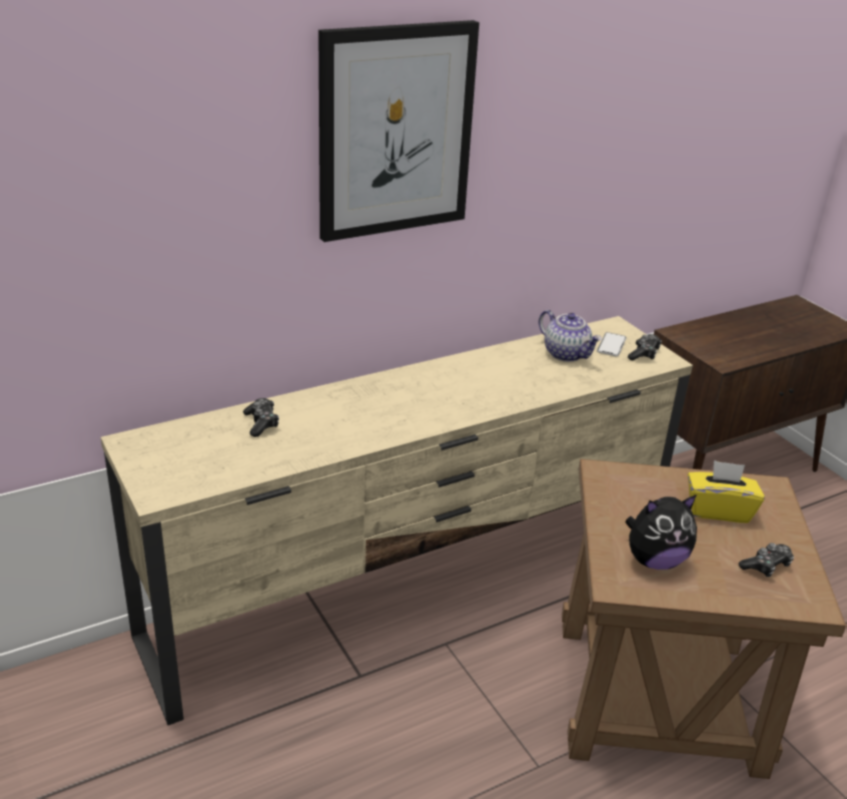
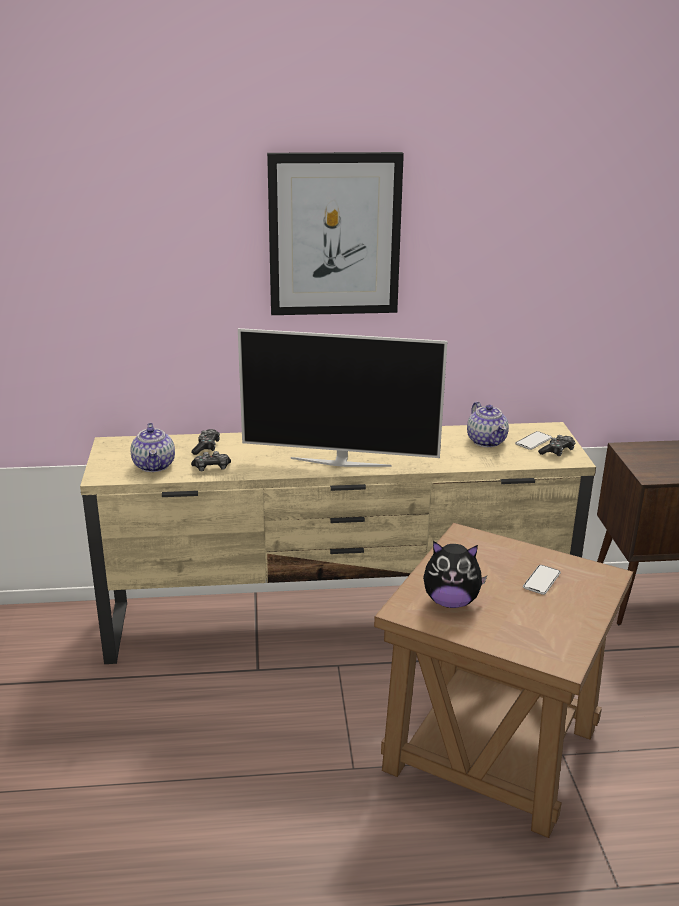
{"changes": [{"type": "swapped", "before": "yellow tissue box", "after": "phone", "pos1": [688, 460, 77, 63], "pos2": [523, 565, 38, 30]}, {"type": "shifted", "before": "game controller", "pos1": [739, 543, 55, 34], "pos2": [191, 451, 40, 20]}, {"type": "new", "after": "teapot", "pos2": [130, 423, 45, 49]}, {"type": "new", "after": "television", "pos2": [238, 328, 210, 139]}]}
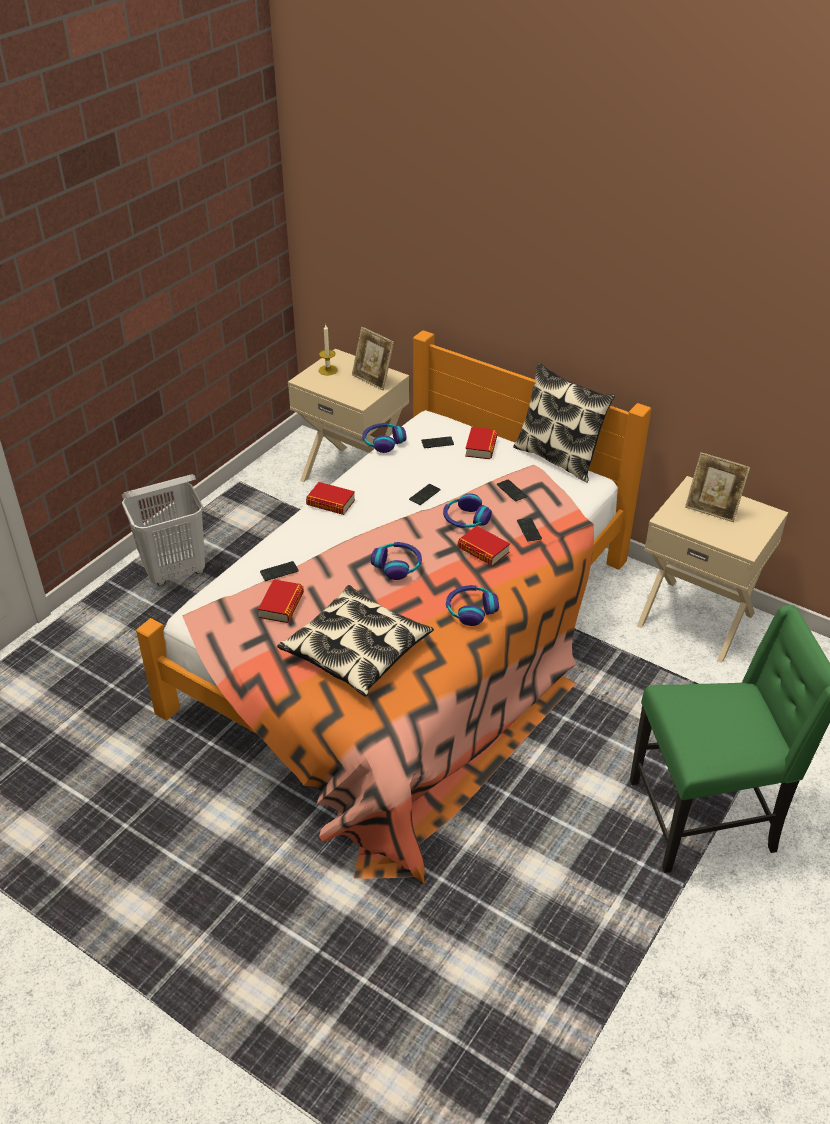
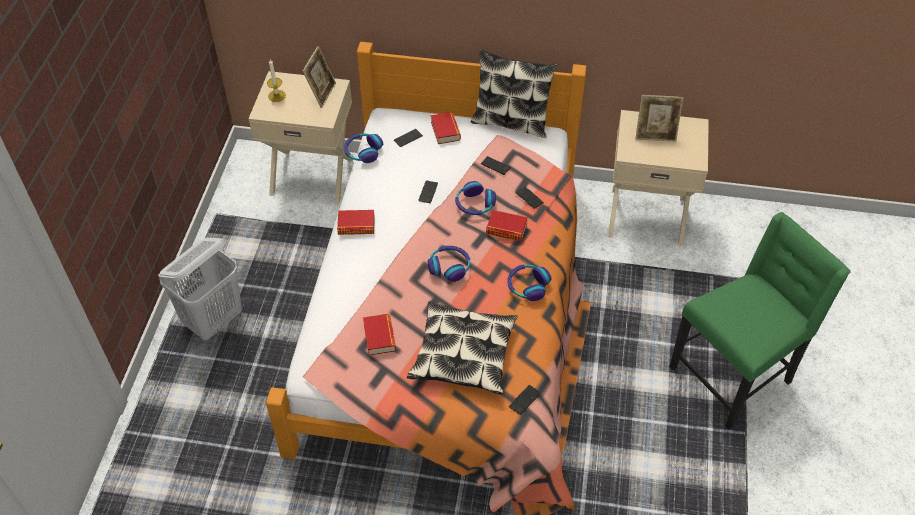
{"changes": [{"type": "shifted", "before": "phone", "pos1": [260, 561, 39, 20], "pos2": [509, 385, 32, 30]}, {"type": "rotated", "before": "picture frame", "pos1": [352, 327, 42, 63], "pos2": [303, 46, 33, 62], "turn": -90}]}
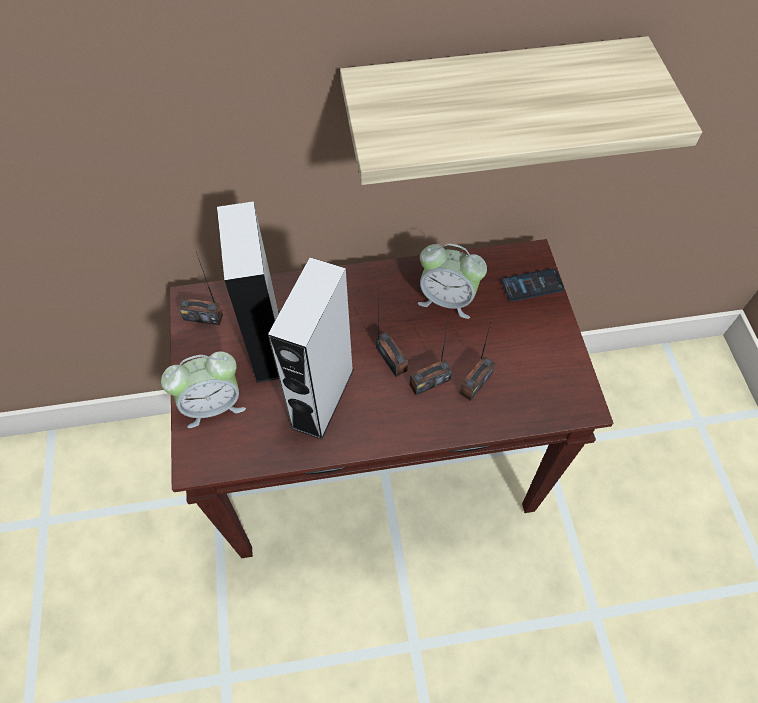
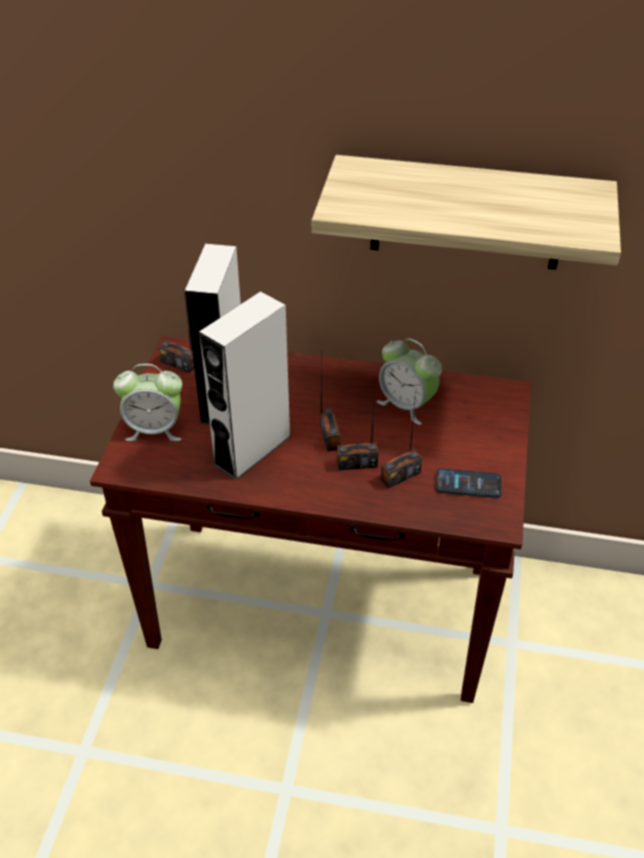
{"changes": [{"type": "shifted", "before": "phone", "pos1": [501, 268, 63, 33], "pos2": [436, 468, 66, 30]}]}
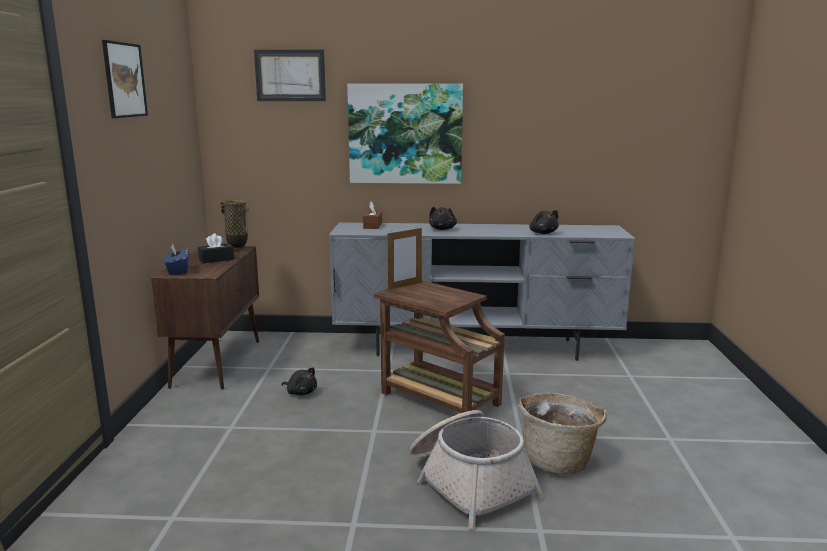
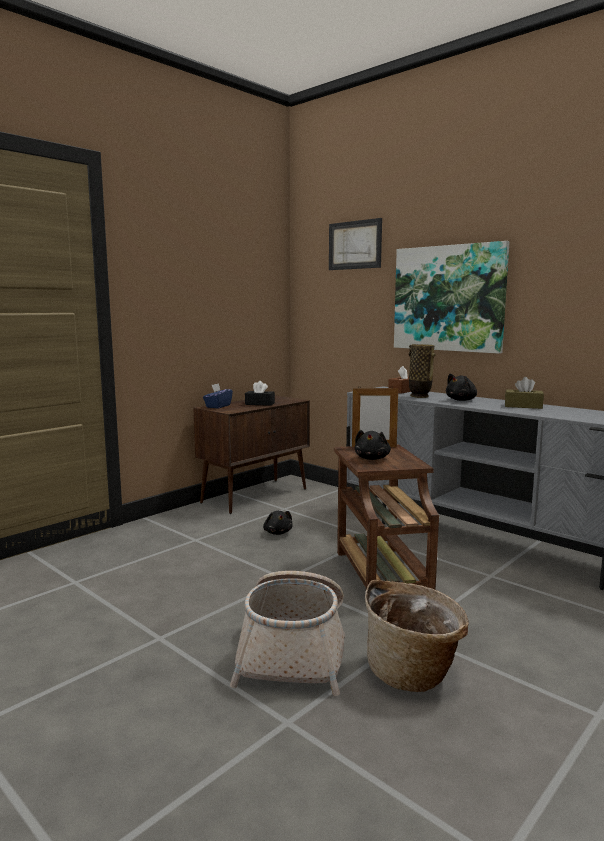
{"changes": [{"type": "gone", "before": "picture", "pos1": [102, 40, 46, 78]}, {"type": "shifted", "before": "vase", "pos1": [221, 200, 28, 50], "pos2": [409, 344, 27, 54]}, {"type": "shifted", "before": "black plush toy", "pos1": [529, 210, 30, 24], "pos2": [355, 430, 36, 30]}, {"type": "new", "after": "brown tissue box", "pos2": [505, 377, 39, 32]}]}
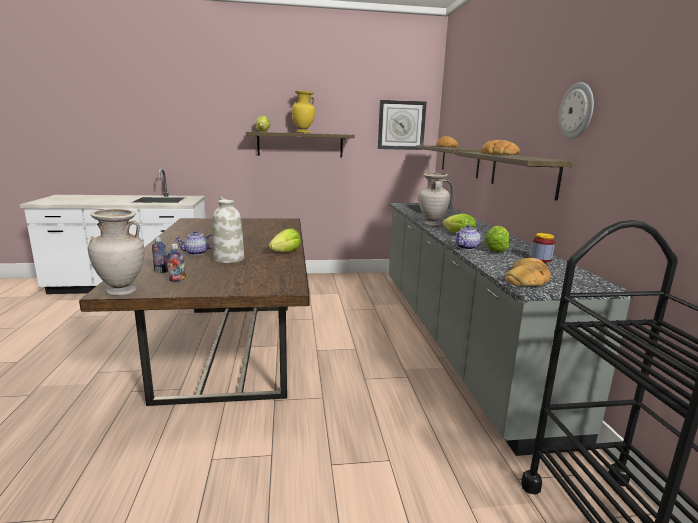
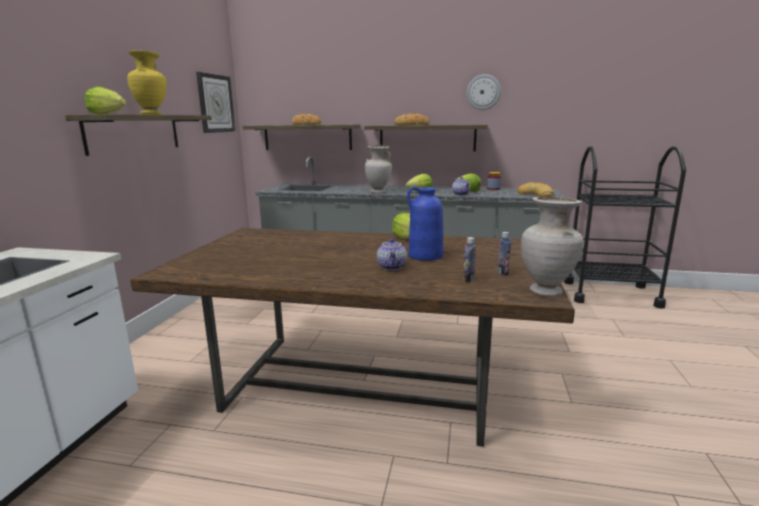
{"changes": [{"type": "repainted", "before": "white vase", "after": "blue vase", "pos1": [213, 197, 31, 66], "pos2": [407, 186, 36, 75]}]}
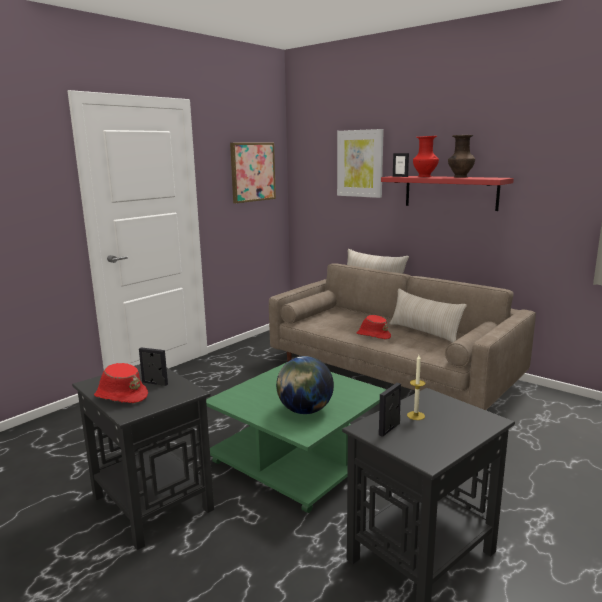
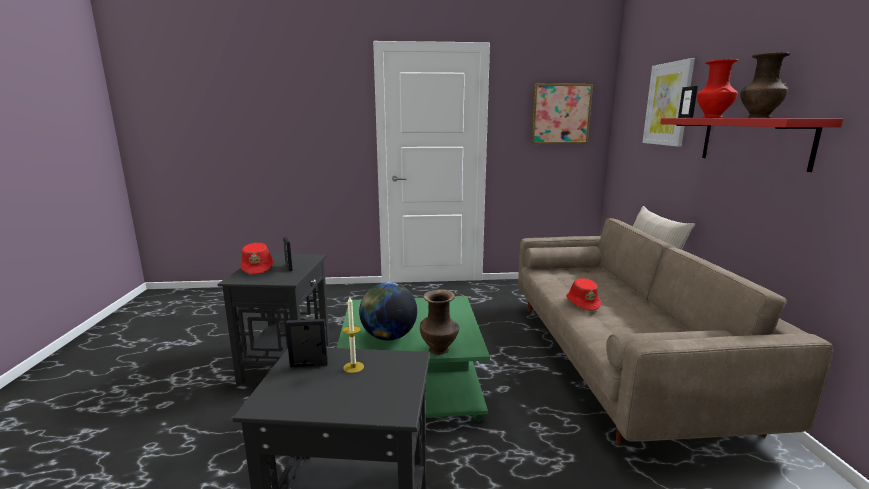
{"changes": [{"type": "gone", "before": "beige pillow", "pos1": [389, 288, 78, 55]}, {"type": "new", "after": "brown vase", "pos2": [420, 290, 39, 65]}]}
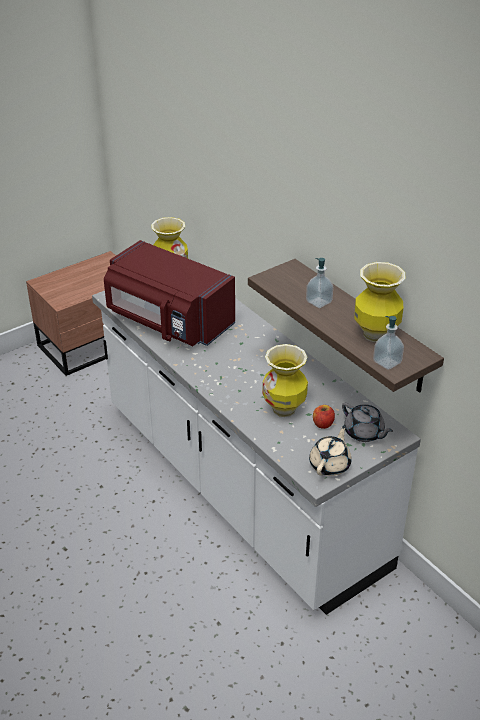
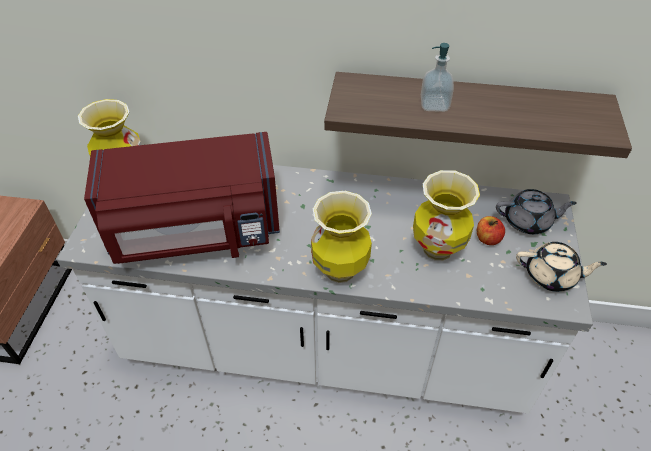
{"changes": [{"type": "rotated", "before": "beige teapot", "pos1": [309, 425, 43, 51], "pos2": [516, 242, 91, 50], "turn": 120}, {"type": "shifted", "before": "vase", "pos1": [354, 262, 52, 80], "pos2": [311, 191, 61, 92]}, {"type": "gone", "before": "soap dispenser", "pos1": [373, 316, 31, 54]}]}
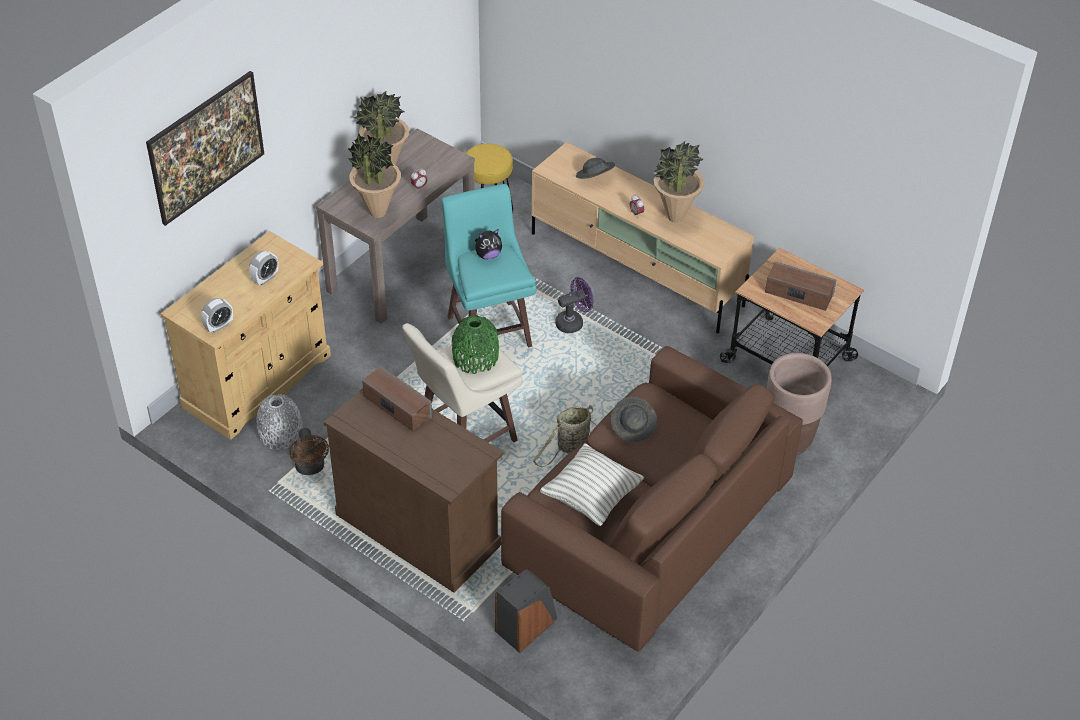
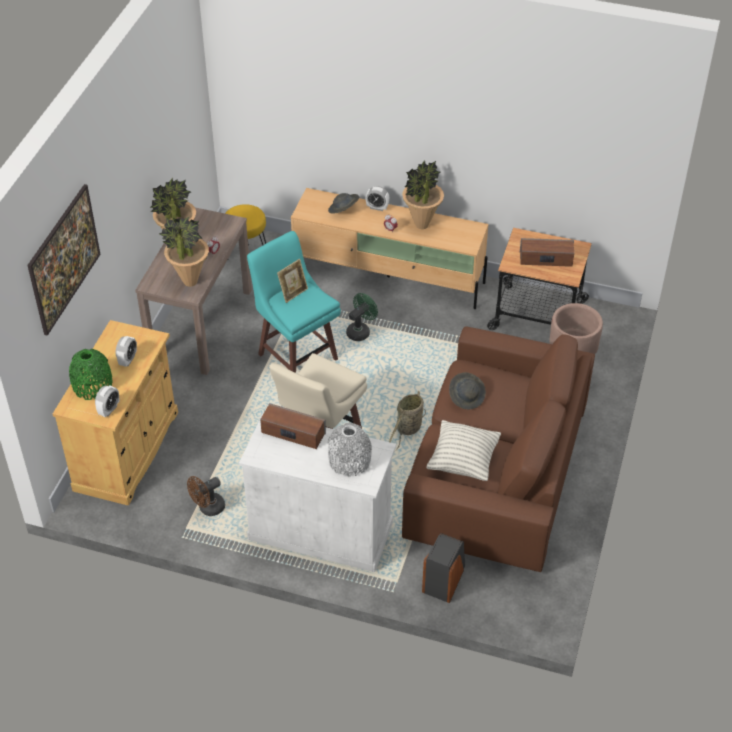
{"changes": [{"type": "shifted", "before": "grey vase", "pos1": [256, 394, 47, 56], "pos2": [328, 423, 44, 54]}, {"type": "rotated", "before": "brown fan", "pos1": [289, 428, 40, 47], "pos2": [187, 476, 38, 40], "turn": 90}, {"type": "repainted", "before": "brown cabinet", "after": "white cabinet", "pos1": [324, 388, 179, 205], "pos2": [239, 413, 157, 159]}, {"type": "shifted", "before": "green vase", "pos1": [452, 315, 47, 59], "pos2": [69, 349, 44, 51]}, {"type": "swapped", "before": "plush toy", "after": "picture frame", "pos1": [475, 229, 27, 31], "pos2": [277, 259, 31, 44]}, {"type": "repainted", "before": "purple fan", "after": "green fan", "pos1": [555, 277, 38, 56], "pos2": [346, 293, 32, 48]}, {"type": "new", "after": "alarm clock", "pos2": [366, 186, 23, 25]}]}
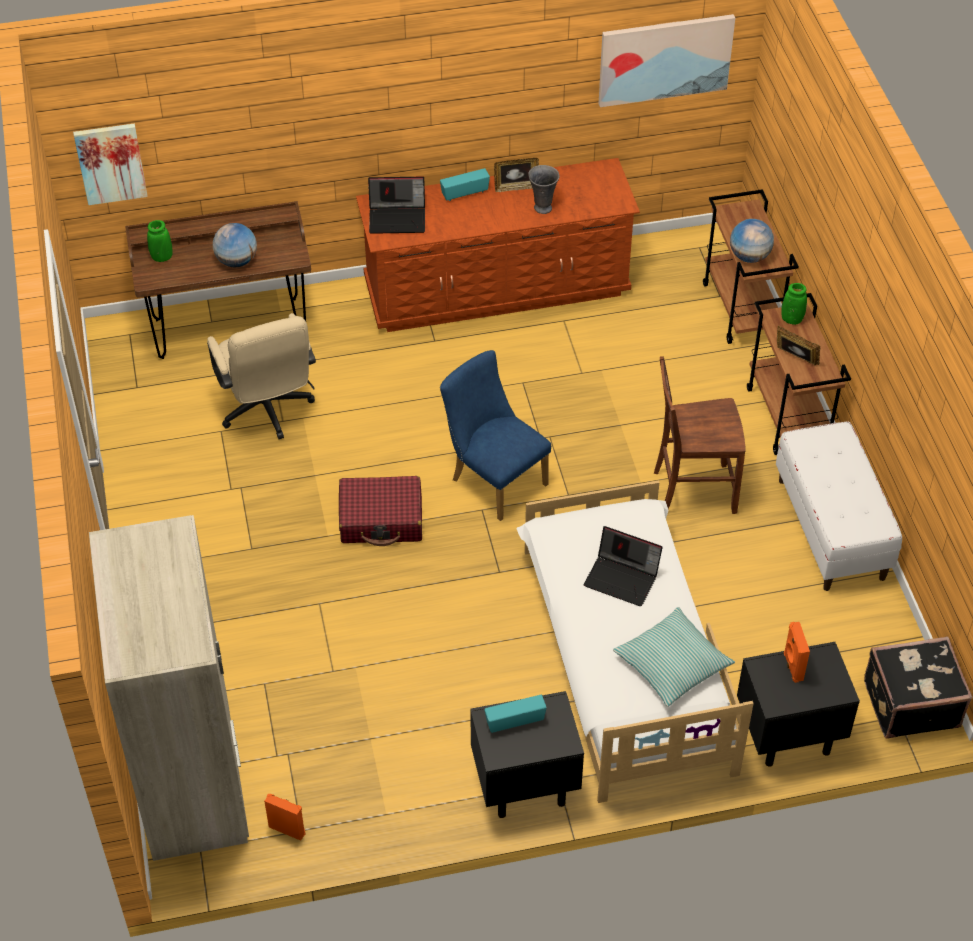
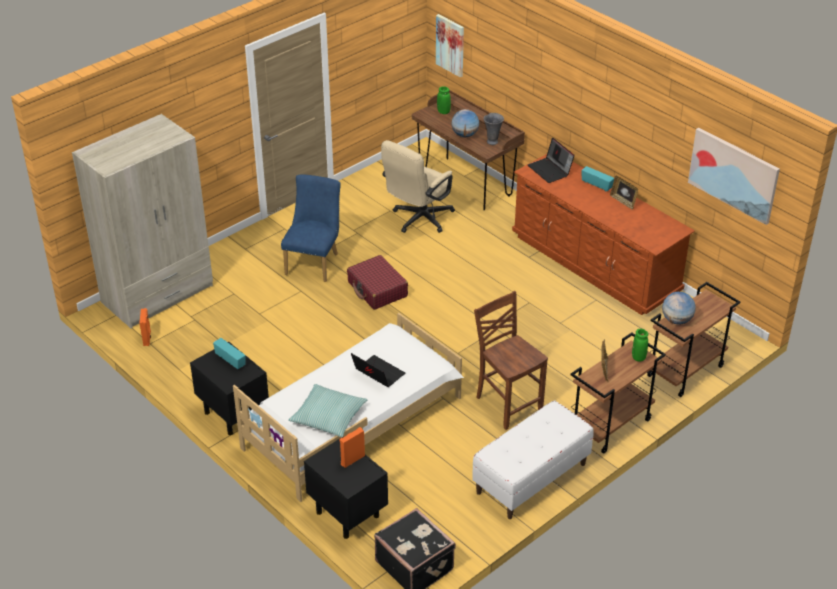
{"changes": [{"type": "shifted", "before": "blue chair", "pos1": [440, 350, 111, 171], "pos2": [281, 174, 59, 108]}, {"type": "shifted", "before": "grey vase", "pos1": [528, 165, 32, 49], "pos2": [483, 113, 21, 32]}, {"type": "rotated", "before": "laptop", "pos1": [584, 526, 78, 80], "pos2": [351, 353, 54, 34], "turn": 135}]}
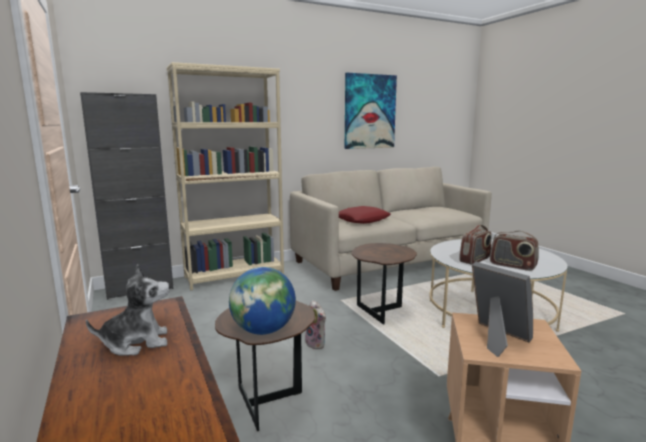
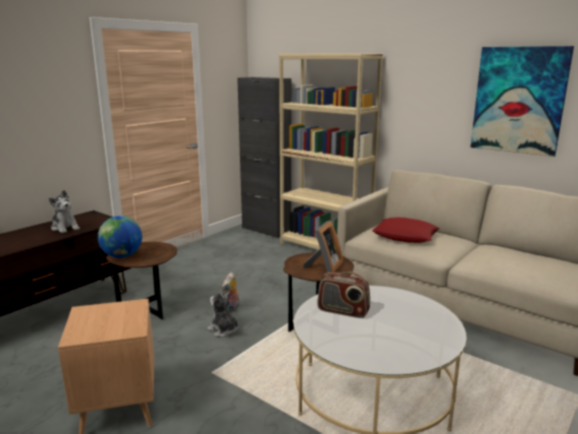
{"changes": [{"type": "shifted", "before": "picture frame", "pos1": [472, 262, 61, 95], "pos2": [303, 220, 40, 52]}, {"type": "gone", "before": "radio", "pos1": [490, 231, 49, 40]}, {"type": "new", "after": "plush toy", "pos2": [207, 292, 32, 45]}]}
